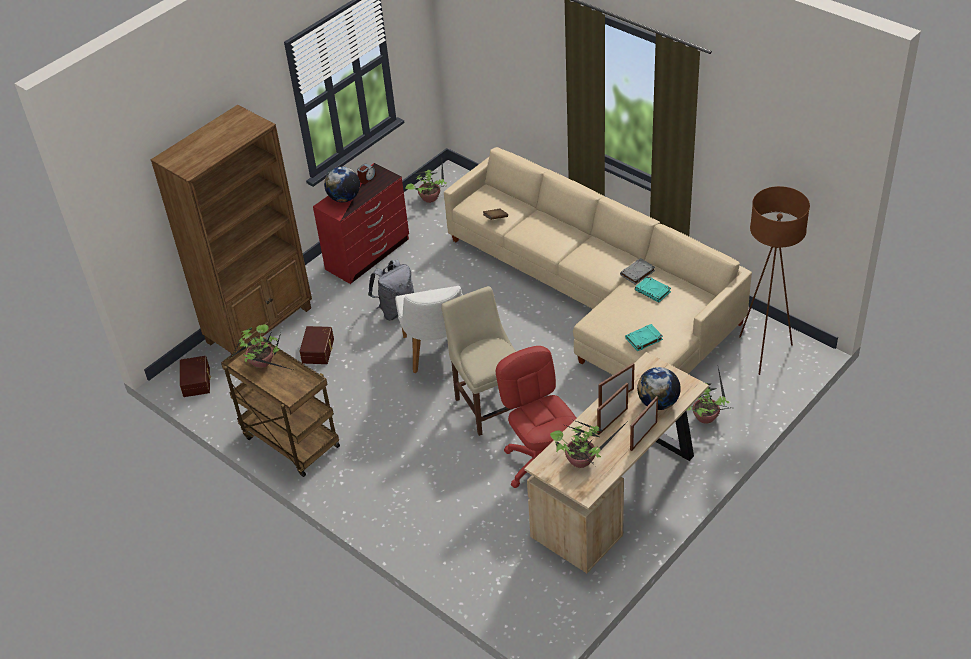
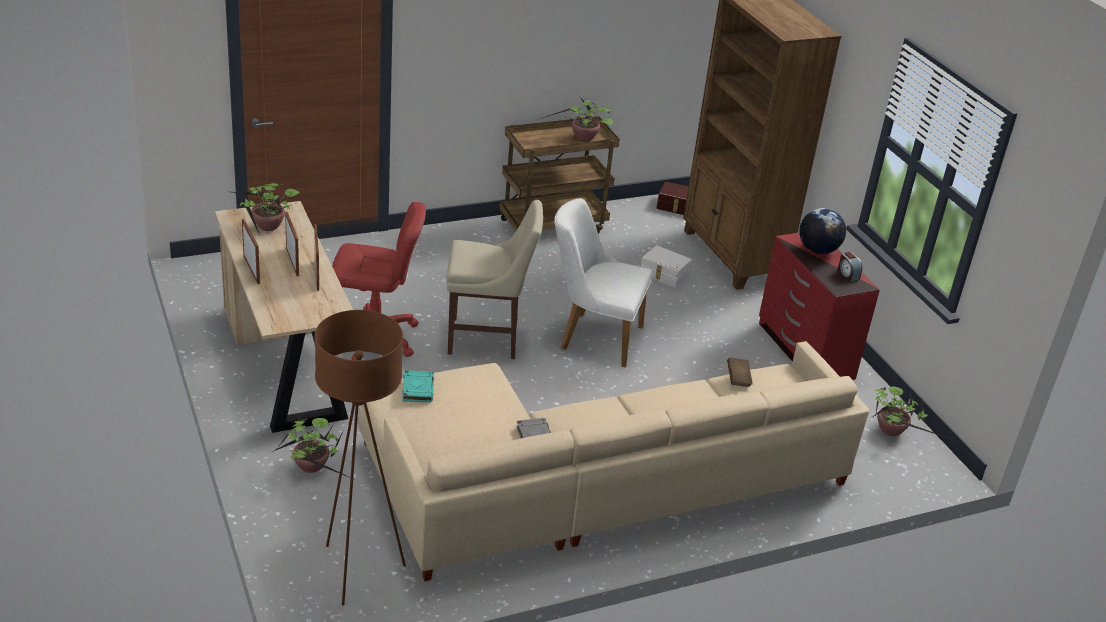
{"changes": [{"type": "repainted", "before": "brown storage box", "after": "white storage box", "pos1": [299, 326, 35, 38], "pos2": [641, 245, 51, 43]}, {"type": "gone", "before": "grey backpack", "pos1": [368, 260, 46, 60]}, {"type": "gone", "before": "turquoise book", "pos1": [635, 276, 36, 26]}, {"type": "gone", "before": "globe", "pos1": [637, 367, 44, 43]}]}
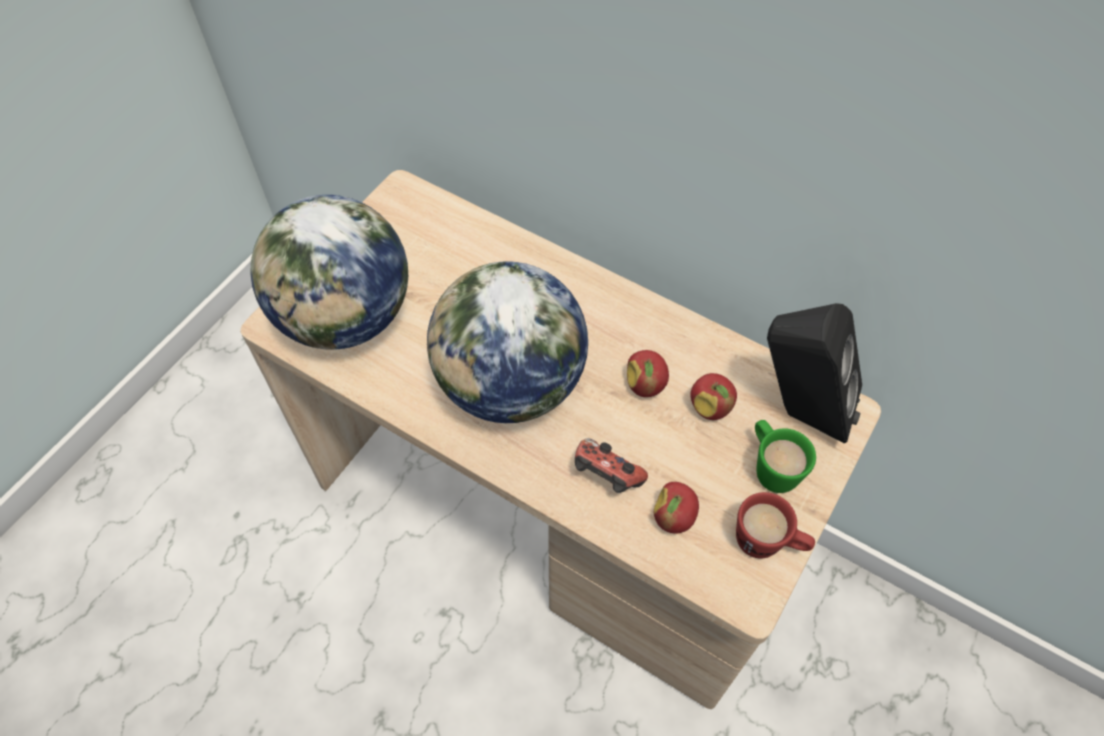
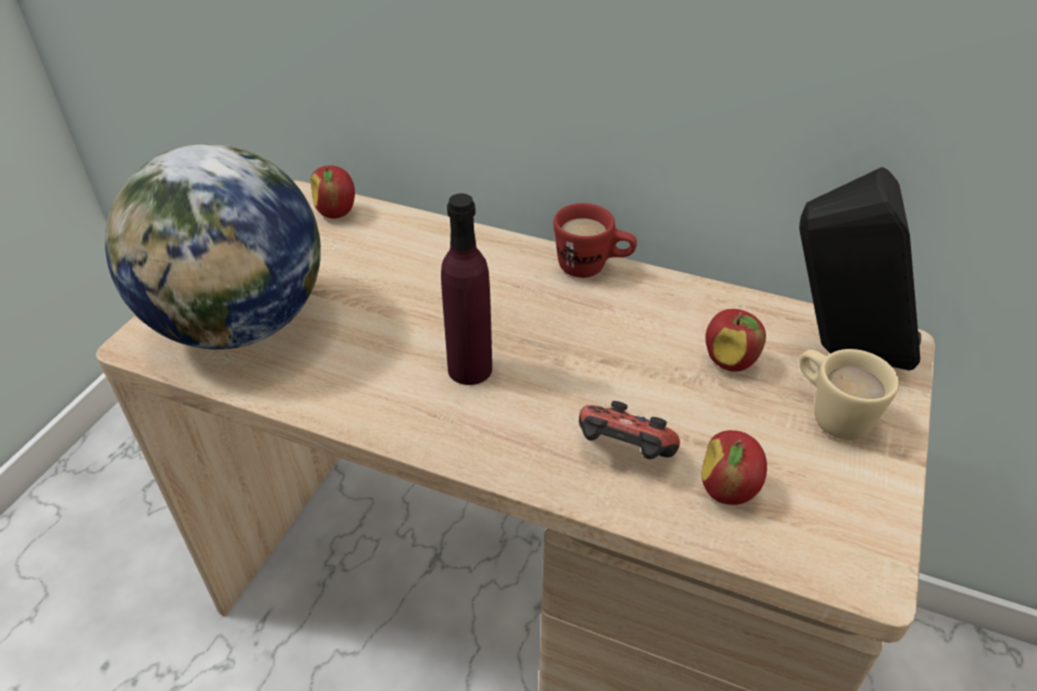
{"changes": [{"type": "swapped", "before": "globe", "after": "purple bottle", "pos1": [427, 261, 161, 162], "pos2": [441, 193, 51, 192]}, {"type": "shifted", "before": "apple", "pos1": [627, 350, 42, 47], "pos2": [311, 165, 44, 54]}, {"type": "shifted", "before": "red mug", "pos1": [736, 492, 79, 66], "pos2": [554, 203, 83, 75]}, {"type": "repainted", "before": "green mug", "after": "beige mug", "pos1": [755, 420, 61, 73], "pos2": [800, 349, 99, 91]}]}
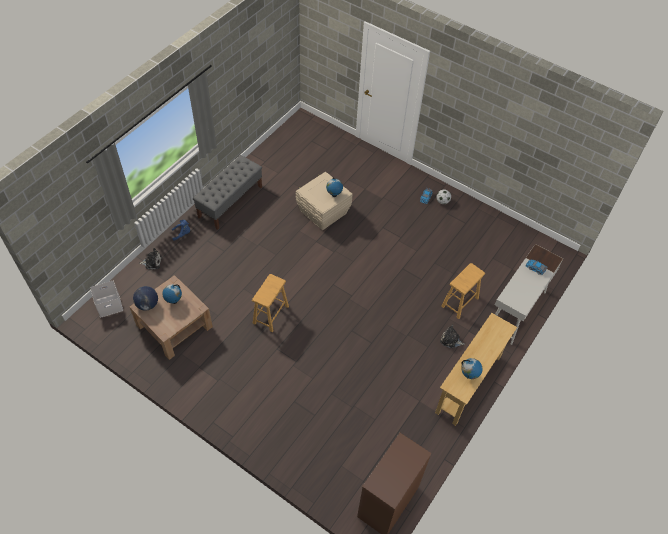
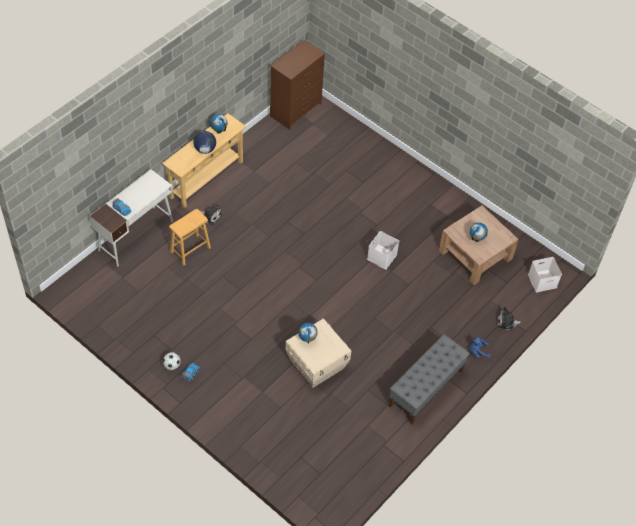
{"changes": [{"type": "shifted", "before": "globe", "pos1": [133, 286, 25, 25], "pos2": [194, 131, 22, 23]}, {"type": "swapped", "before": "brown stool", "after": "white storage box", "pos1": [252, 274, 37, 58], "pos2": [367, 231, 32, 38]}]}
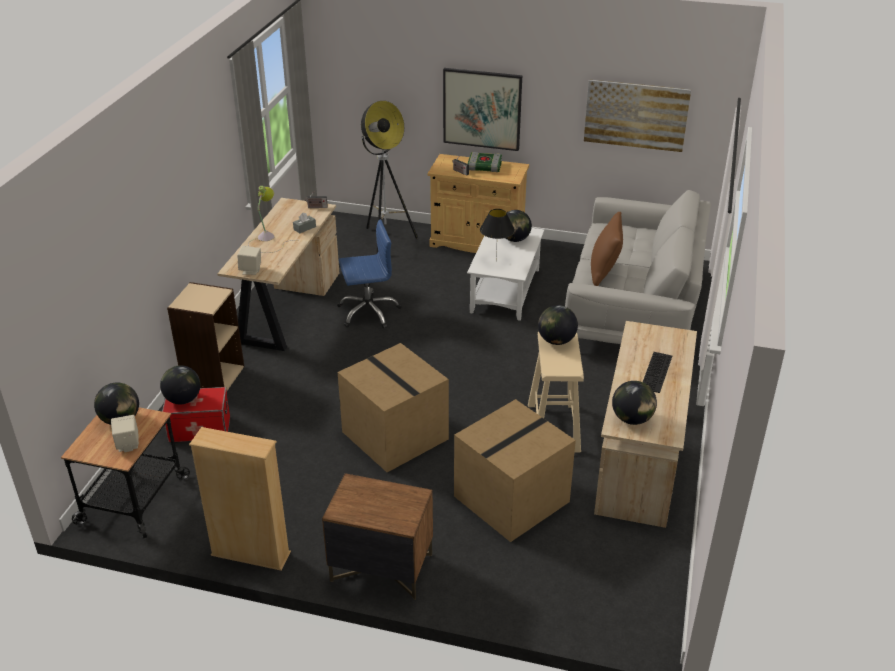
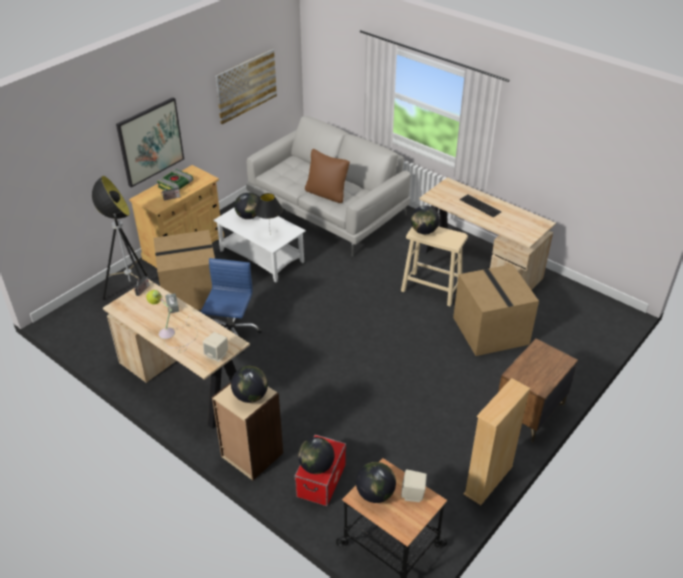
{"changes": [{"type": "shifted", "before": "cardboard box", "pos1": [338, 343, 111, 129], "pos2": [153, 230, 62, 80]}, {"type": "shifted", "before": "globe", "pos1": [612, 381, 45, 44], "pos2": [231, 366, 37, 37]}]}
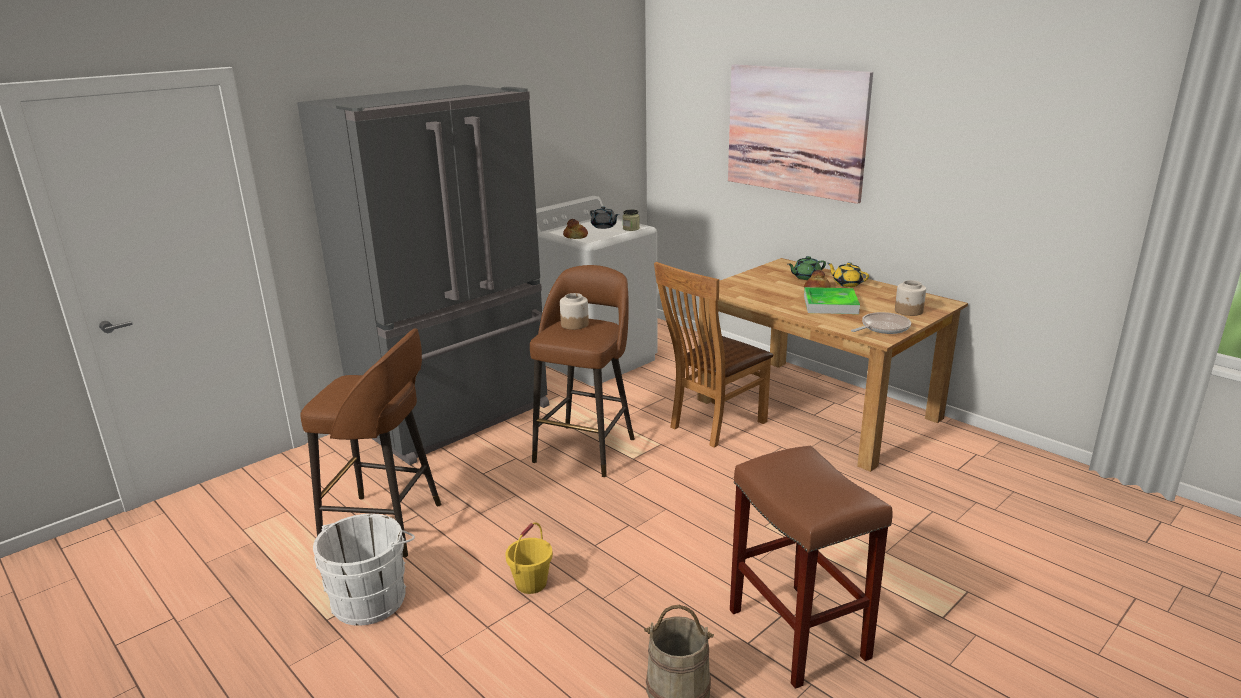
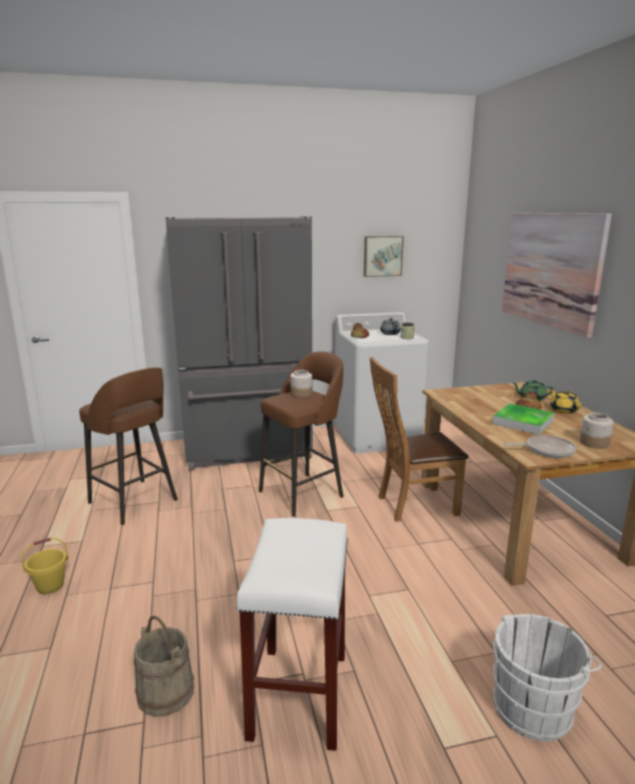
{"changes": [{"type": "shifted", "before": "white bucket", "pos1": [313, 514, 102, 111], "pos2": [492, 614, 110, 127]}, {"type": "shifted", "before": "yellow bucket", "pos1": [505, 522, 48, 72], "pos2": [21, 538, 47, 56]}, {"type": "repainted", "before": "brown stool", "after": "white stool", "pos1": [730, 446, 163, 243], "pos2": [236, 518, 112, 233]}, {"type": "new", "after": "picture", "pos2": [364, 236, 40, 41]}]}
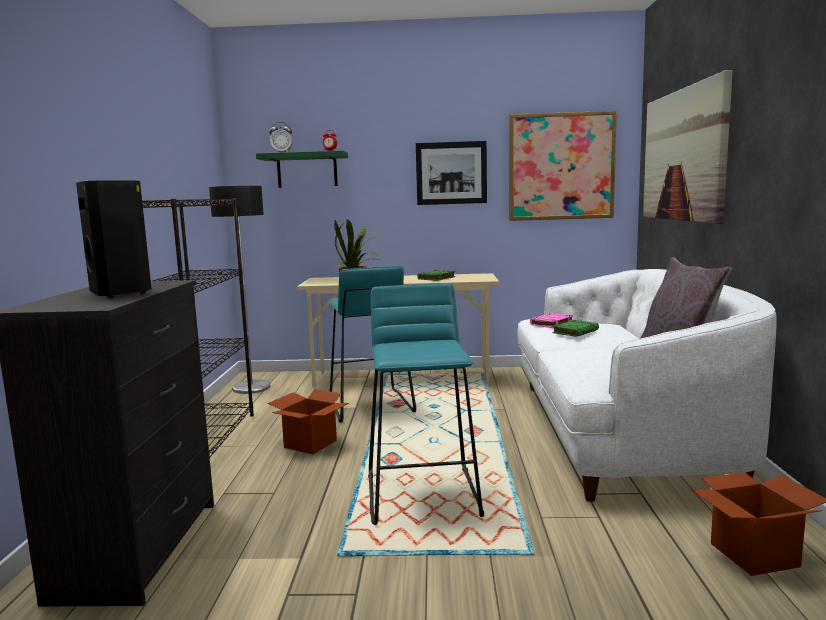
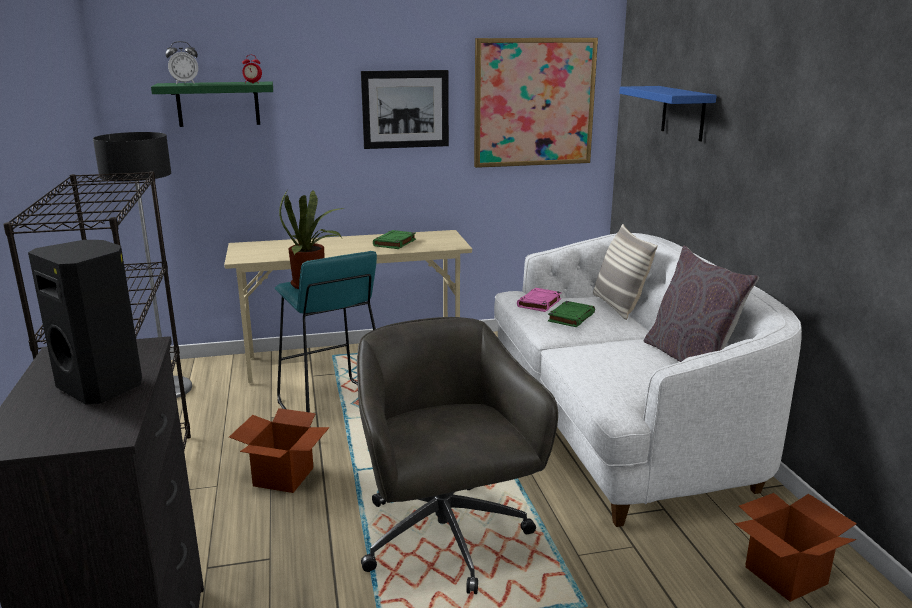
{"changes": [{"type": "swapped", "before": "turquoise stool", "after": "grey office chair", "pos1": [368, 284, 116, 241], "pos2": [357, 317, 201, 277]}, {"type": "swapped", "before": "picture", "after": "blue shelf", "pos1": [643, 70, 90, 154], "pos2": [619, 86, 98, 56]}, {"type": "new", "after": "pillow", "pos2": [593, 224, 65, 96]}]}
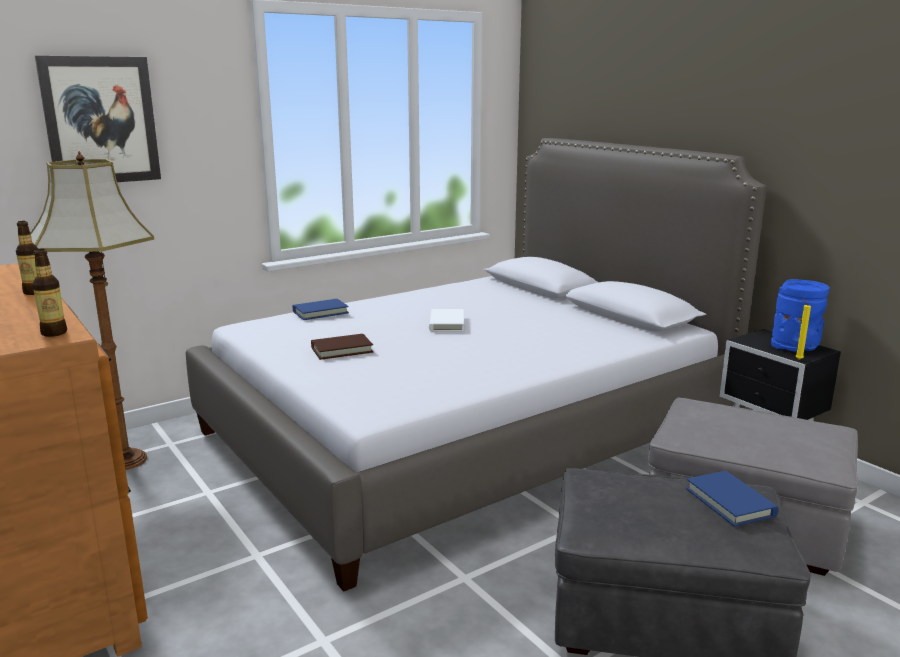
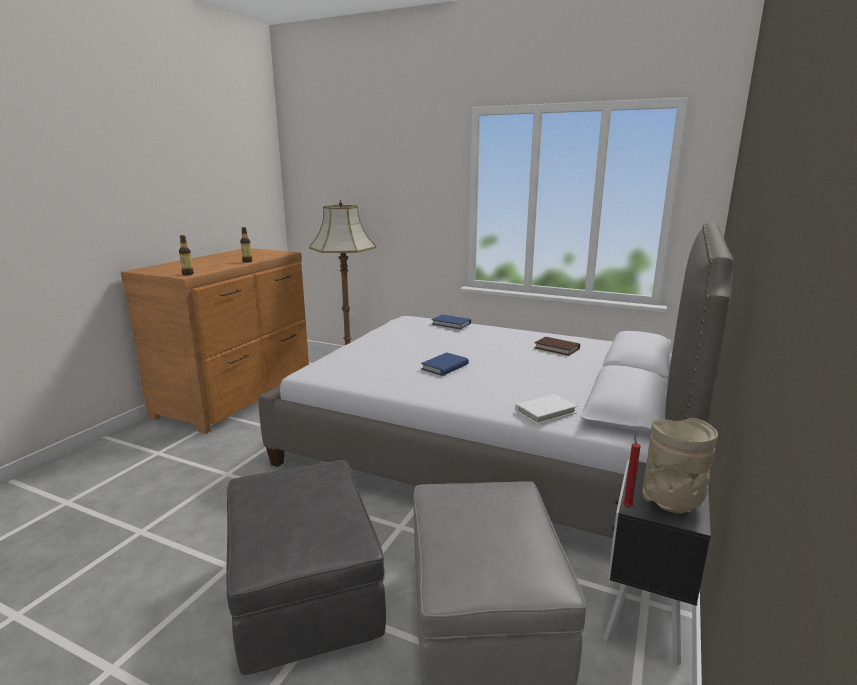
{"changes": [{"type": "gone", "before": "picture", "pos1": [35, 56, 126, 126]}, {"type": "shifted", "before": "brown book", "pos1": [311, 334, 62, 26], "pos2": [534, 337, 46, 19]}, {"type": "shifted", "before": "white book", "pos1": [429, 309, 35, 23], "pos2": [515, 394, 62, 31]}, {"type": "shifted", "before": "blue book", "pos1": [686, 471, 93, 56], "pos2": [421, 353, 48, 23]}, {"type": "repainted", "before": "blue vase", "after": "beige vase", "pos1": [771, 279, 58, 73], "pos2": [642, 418, 76, 96]}, {"type": "repainted", "before": "yellow candle", "after": "red candle", "pos1": [796, 299, 15, 61], "pos2": [623, 434, 18, 73]}]}
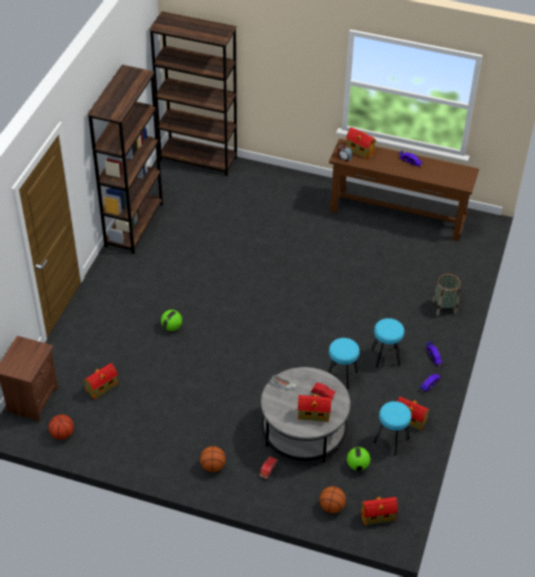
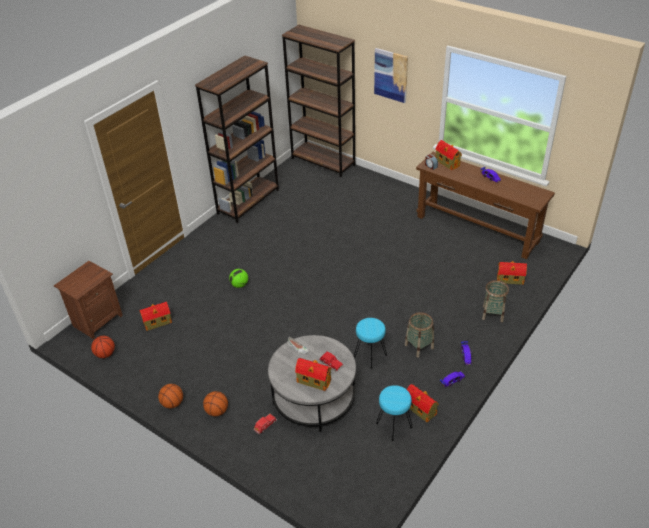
{"changes": [{"type": "shifted", "before": "basketball", "pos1": [319, 486, 27, 27], "pos2": [158, 384, 25, 24]}, {"type": "gone", "before": "football", "pos1": [347, 447, 23, 24]}, {"type": "shifted", "before": "toy house", "pos1": [361, 497, 37, 28], "pos2": [497, 261, 30, 24]}, {"type": "swapped", "before": "turquoise stool", "after": "basket", "pos1": [372, 318, 32, 49], "pos2": [405, 312, 29, 46]}, {"type": "new", "after": "picture", "pos2": [374, 48, 34, 55]}]}
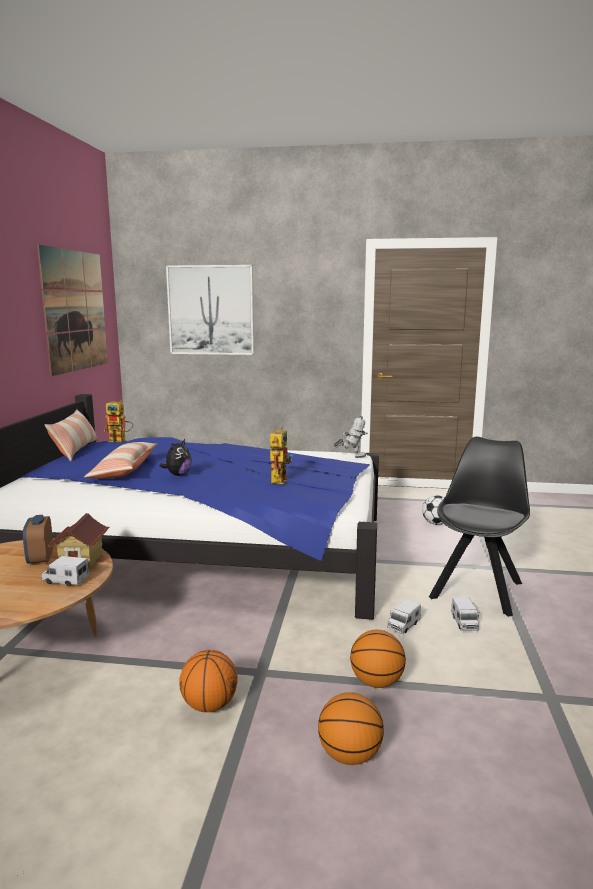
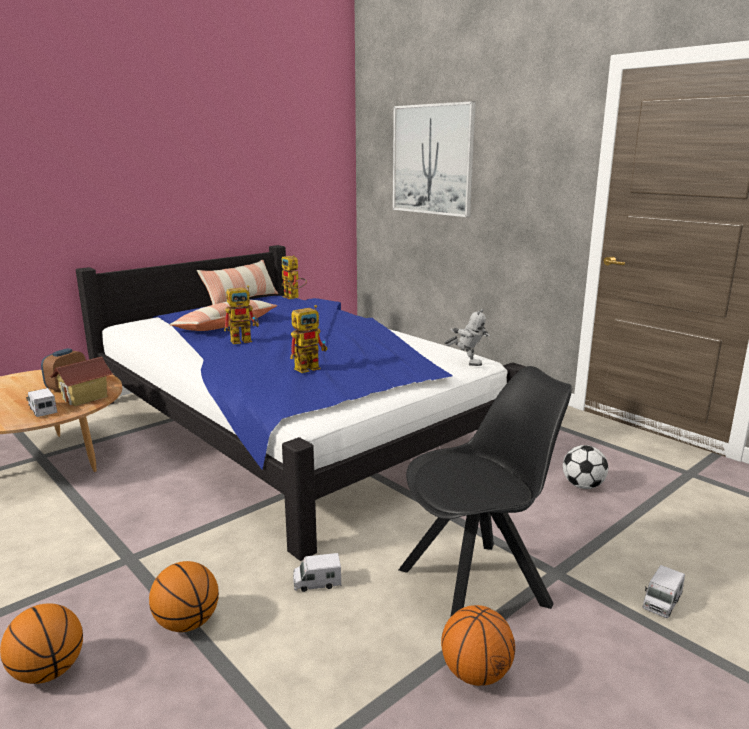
{"changes": [{"type": "gone", "before": "picture", "pos1": [37, 245, 71, 131]}, {"type": "swapped", "before": "plush toy", "after": "toy robot", "pos1": [160, 439, 32, 37], "pos2": [224, 285, 35, 59]}, {"type": "shifted", "before": "basketball", "pos1": [179, 650, 59, 62], "pos2": [441, 605, 74, 81]}, {"type": "shifted", "before": "toy truck", "pos1": [451, 597, 28, 34], "pos2": [643, 565, 42, 53]}]}
